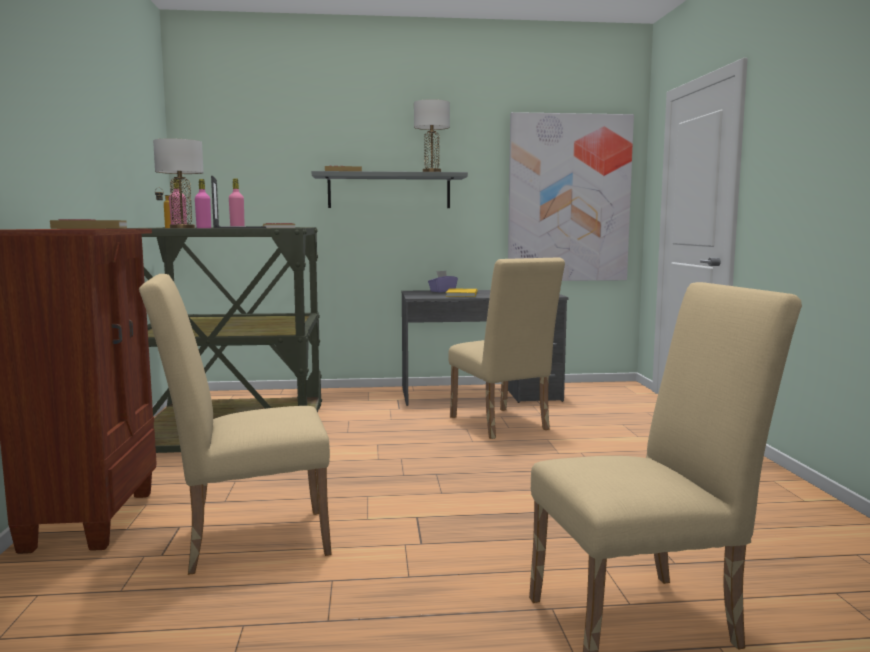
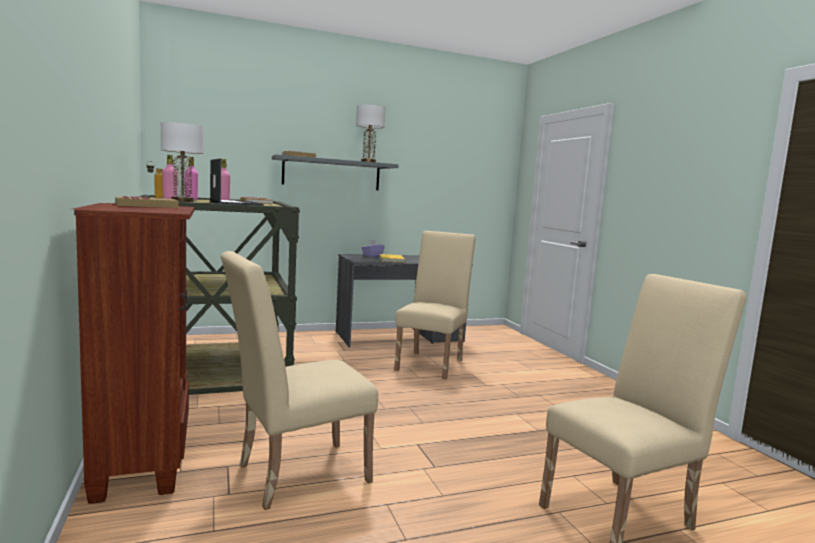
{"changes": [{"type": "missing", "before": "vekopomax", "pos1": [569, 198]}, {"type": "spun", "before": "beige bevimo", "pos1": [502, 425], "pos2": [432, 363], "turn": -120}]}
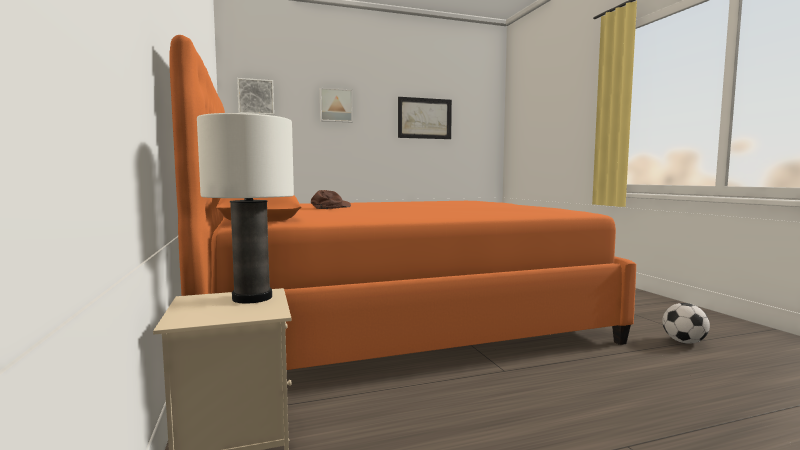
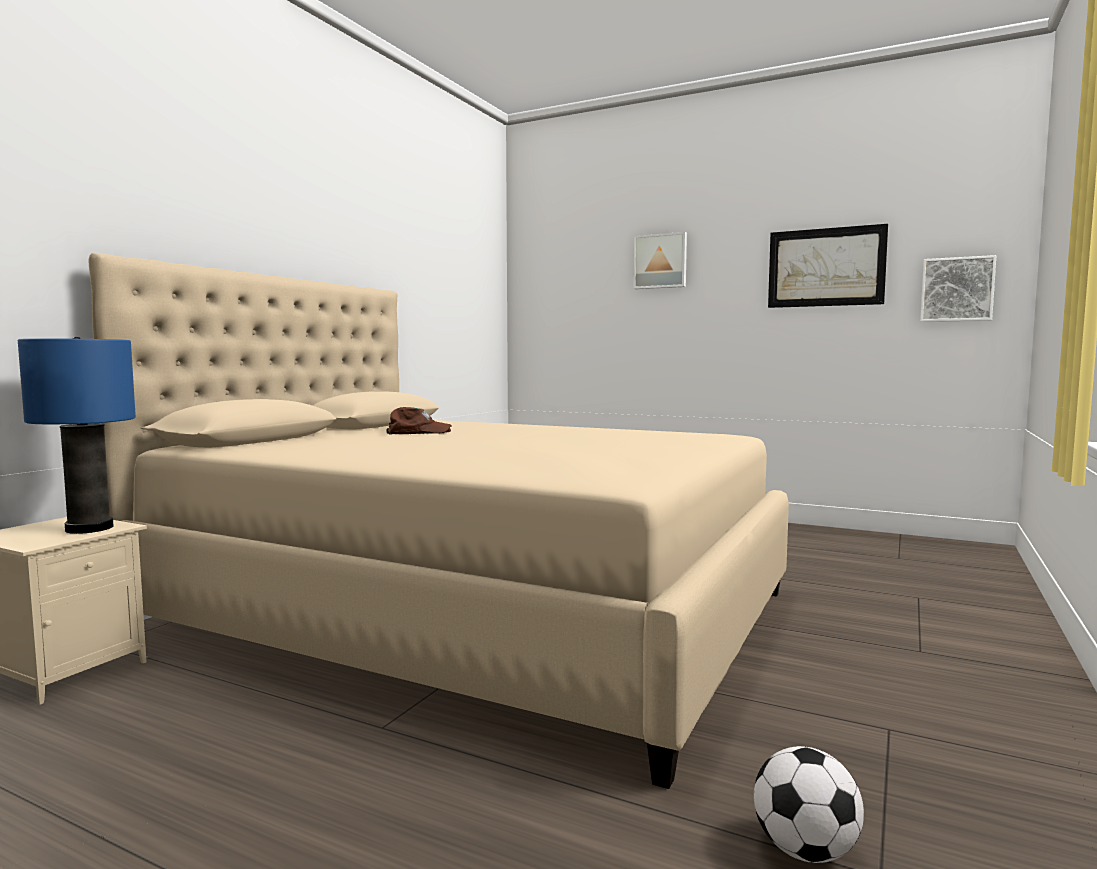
{"changes": [{"type": "relocated", "before": "vekopomax", "pos1": [255, 97], "pos2": [957, 289]}, {"type": "colour", "before": "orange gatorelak", "after": "beige gatorelak", "pos1": [393, 318], "pos2": [474, 611]}, {"type": "colour", "before": "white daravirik", "after": "blue daravirik", "pos1": [252, 298], "pos2": [89, 528]}]}
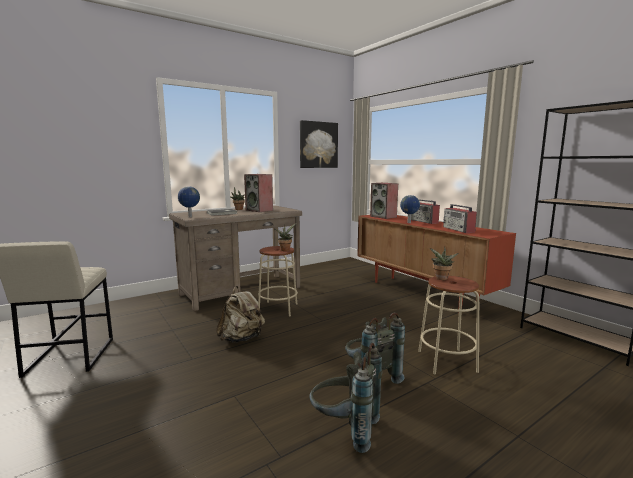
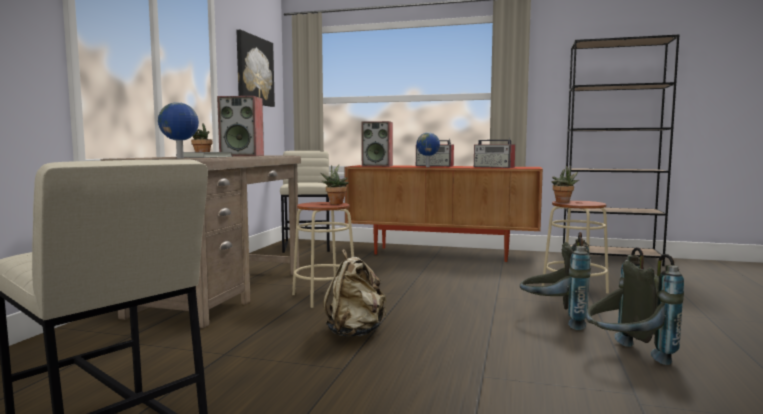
{"changes": [{"type": "appeared", "after": "beige bevimo", "pos2": [306, 246]}]}
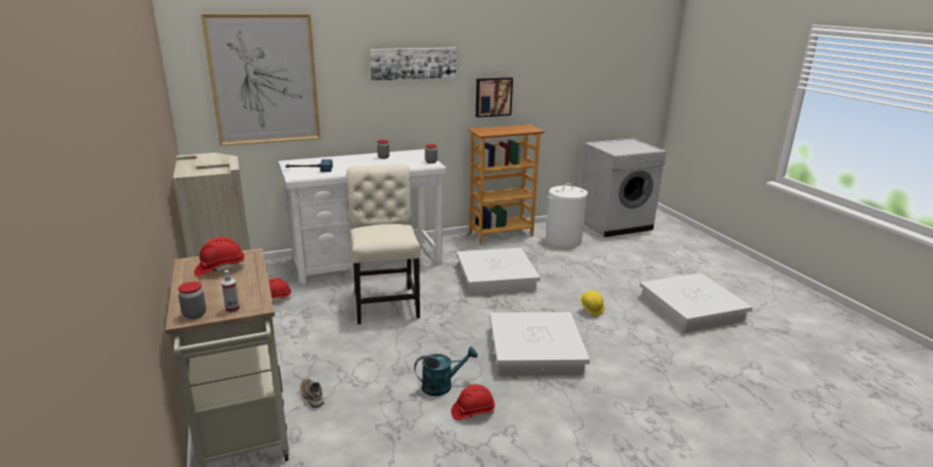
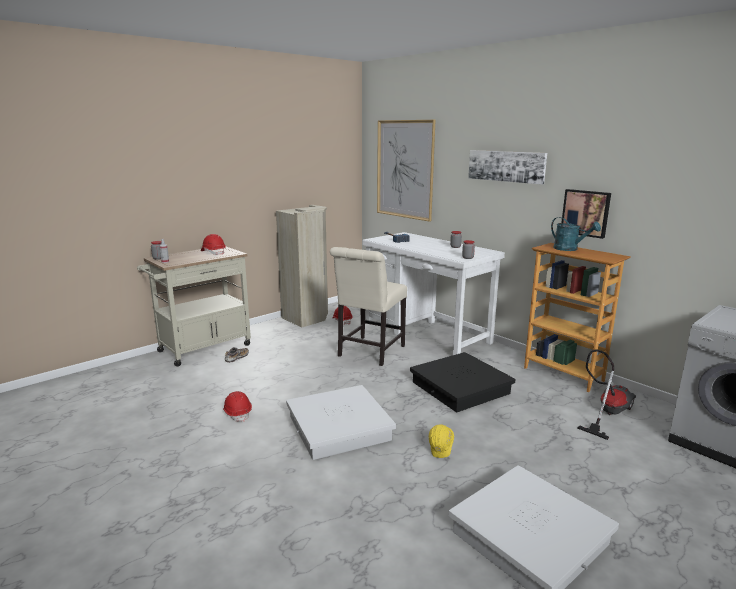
{"changes": [{"type": "relocated", "before": "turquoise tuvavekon", "pos1": [442, 385], "pos2": [569, 249]}, {"type": "exchanged", "before": "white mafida", "after": "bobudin", "pos1": [563, 241], "pos2": [606, 413]}, {"type": "colour", "before": "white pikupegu", "after": "black pikupegu", "pos1": [496, 277], "pos2": [460, 388]}, {"type": "spun", "before": "beige bevimo", "pos1": [386, 302], "pos2": [368, 353], "turn": 150}]}
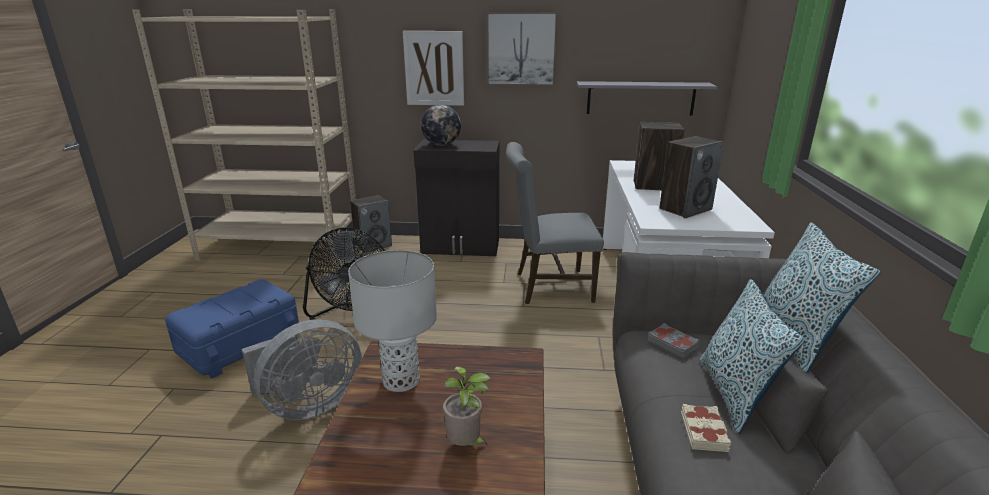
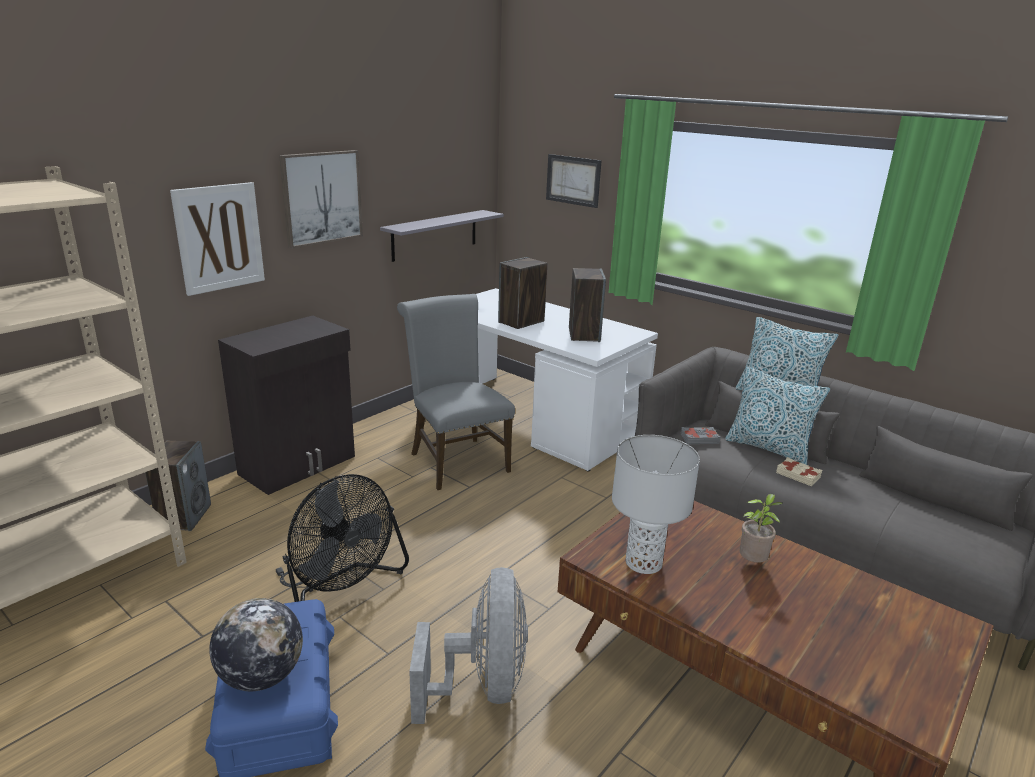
{"changes": [{"type": "appeared", "after": "vekopomax", "pos2": [573, 180]}, {"type": "relocated", "before": "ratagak", "pos1": [441, 145], "pos2": [261, 676]}, {"type": "spun", "before": "grey bevimo", "pos1": [548, 287], "pos2": [456, 460], "turn": 120}]}
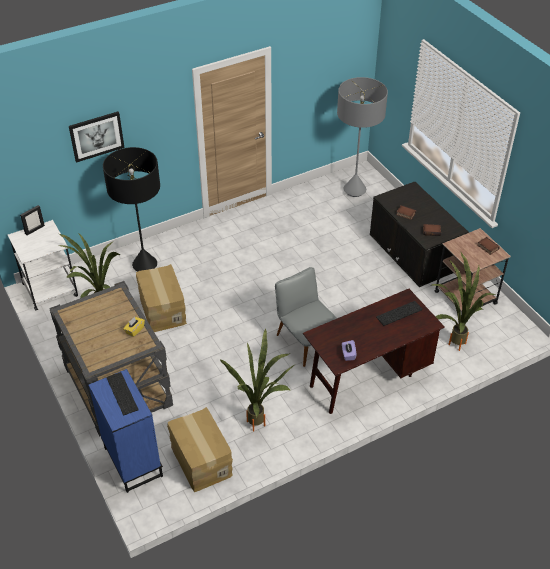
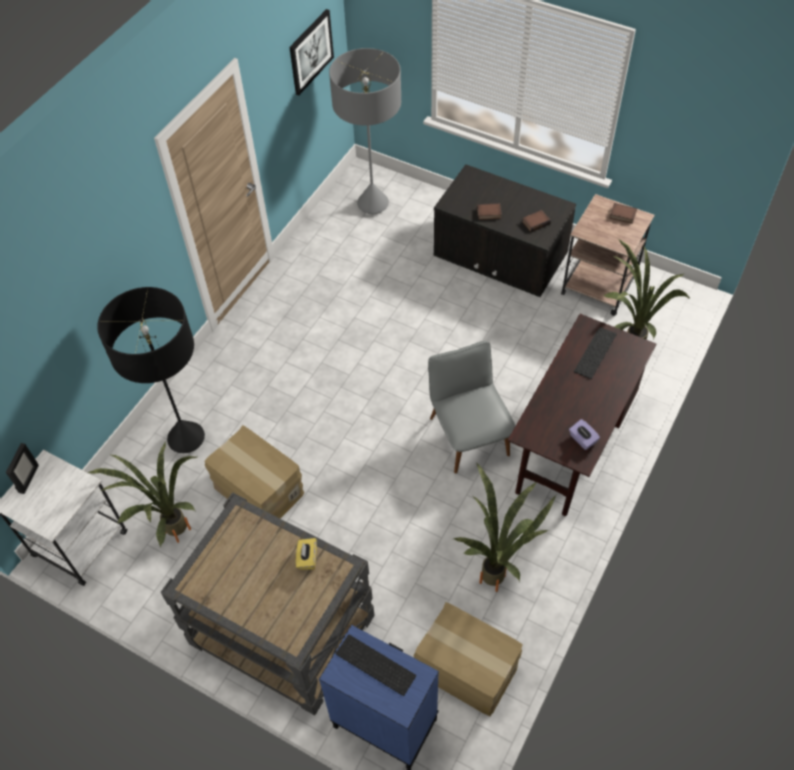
{"changes": [{"type": "relocated", "before": "vekopomax", "pos1": [96, 136], "pos2": [310, 52]}, {"type": "spun", "before": "grey bevimo", "pos1": [307, 342], "pos2": [469, 436], "turn": 45}]}
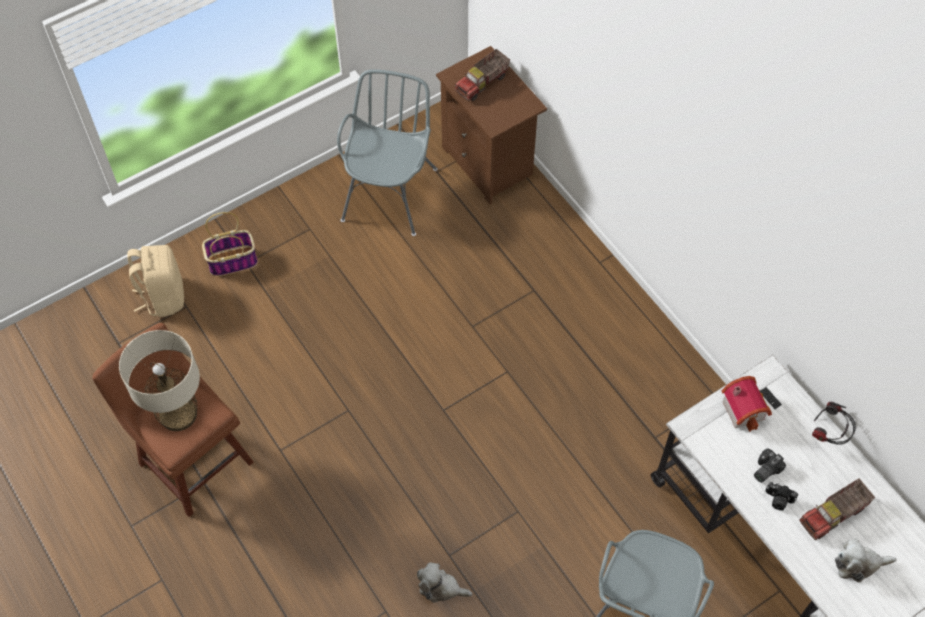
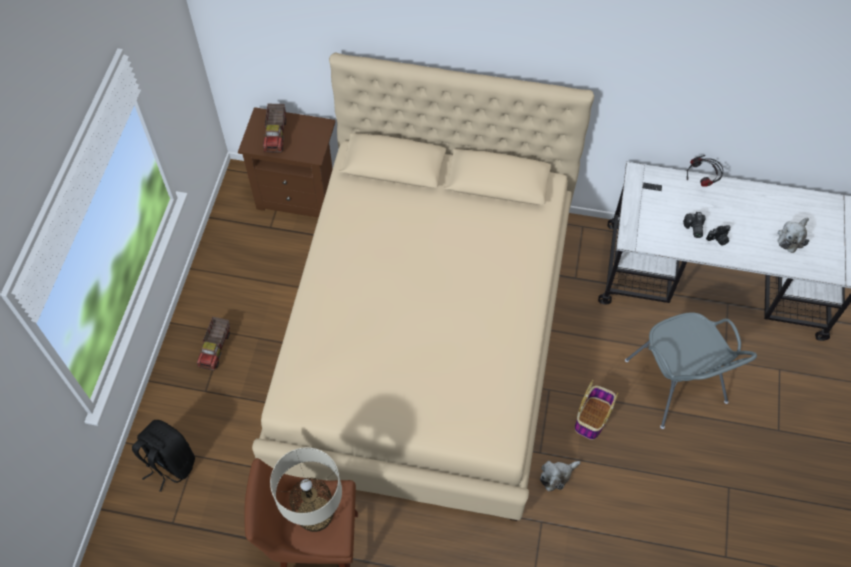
{"changes": [{"type": "missing", "before": "grey bevimo", "pos1": [390, 190]}, {"type": "missing", "before": "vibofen", "pos1": [745, 408]}, {"type": "appeared", "after": "beige gatorelak", "pos2": [426, 336]}, {"type": "relocated", "before": "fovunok", "pos1": [233, 261], "pos2": [592, 417]}, {"type": "relocated", "before": "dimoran", "pos1": [833, 515], "pos2": [216, 348]}, {"type": "colour", "before": "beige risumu", "after": "black risumu", "pos1": [163, 296], "pos2": [170, 463]}]}
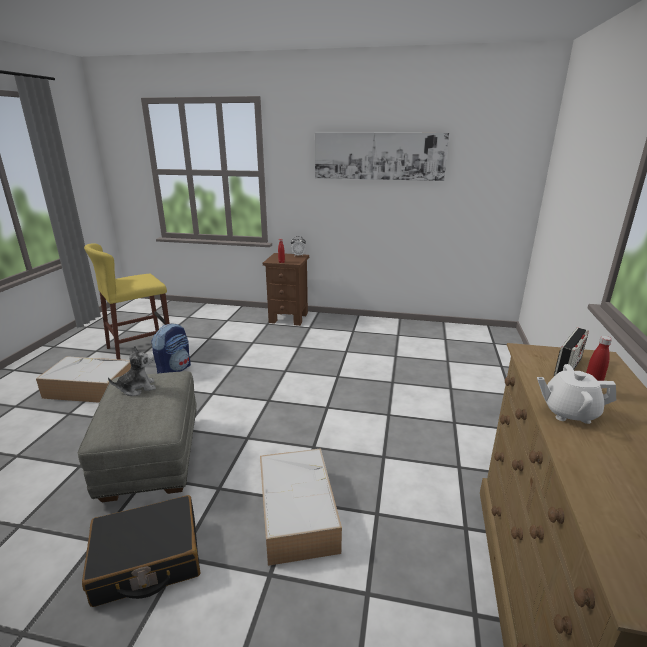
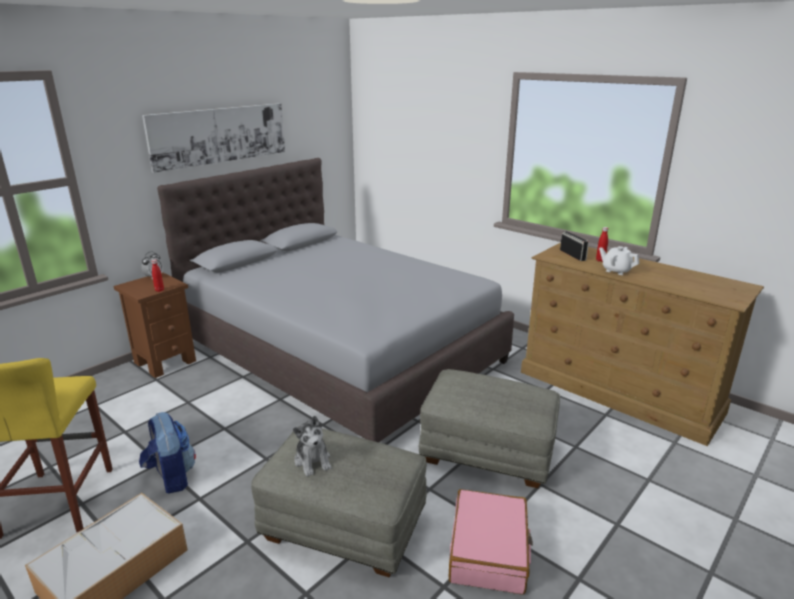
{"changes": [{"type": "appeared", "after": "grey gatorelak", "pos2": [340, 351]}, {"type": "exchanged", "before": "pikupegu", "after": "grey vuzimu", "pos1": [296, 511], "pos2": [487, 453]}, {"type": "colour", "before": "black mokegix", "after": "pink mokegix", "pos1": [147, 560], "pos2": [489, 551]}, {"type": "spun", "before": "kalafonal", "pos1": [137, 388], "pos2": [313, 460], "turn": 150}, {"type": "spun", "before": "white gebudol", "pos1": [568, 412], "pos2": [616, 270], "turn": 90}]}
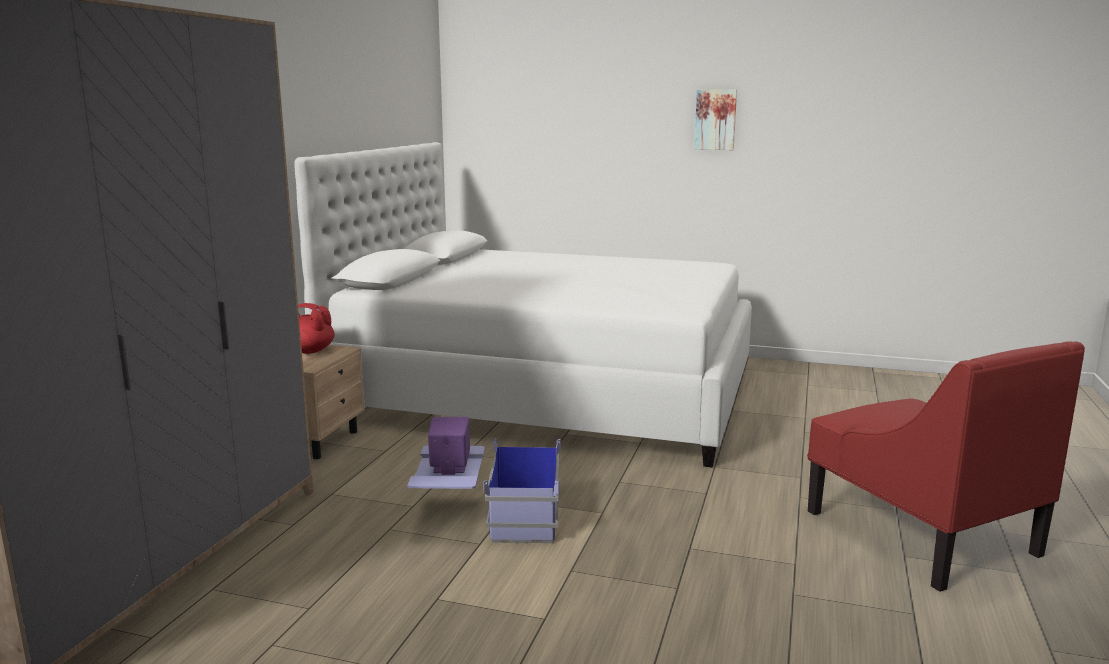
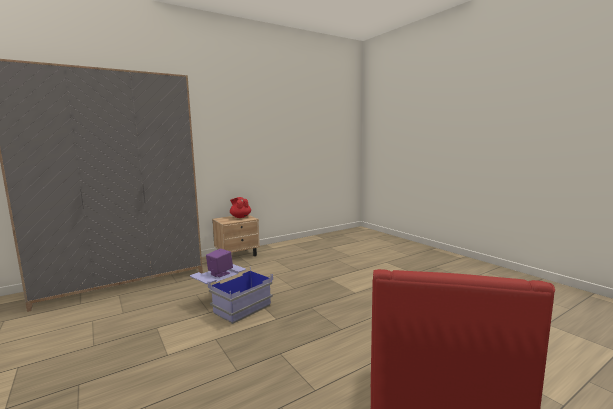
{"changes": [{"type": "missing", "before": "white gatorelak", "pos1": [547, 391]}, {"type": "missing", "before": "vekopomax", "pos1": [715, 119]}]}
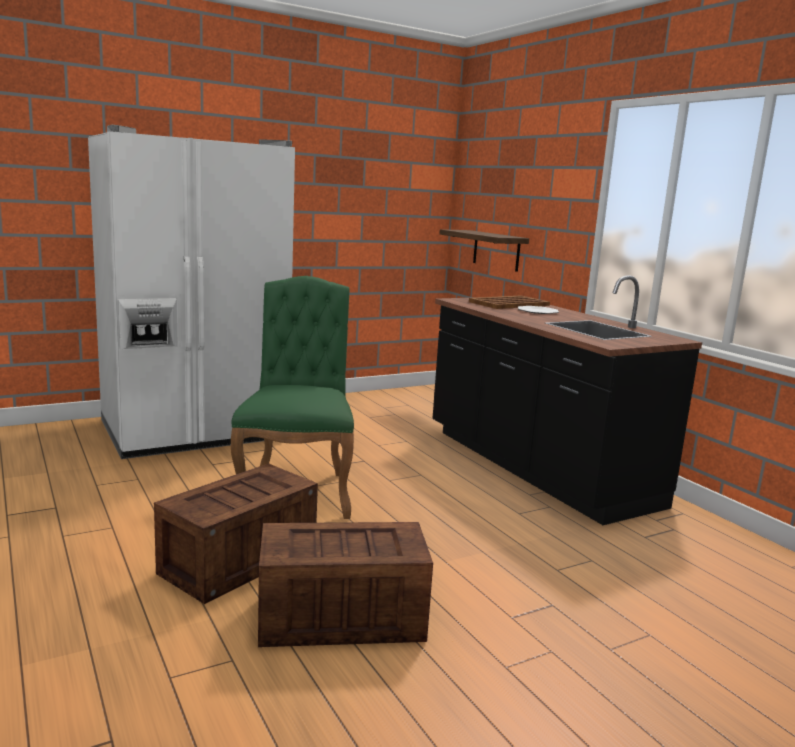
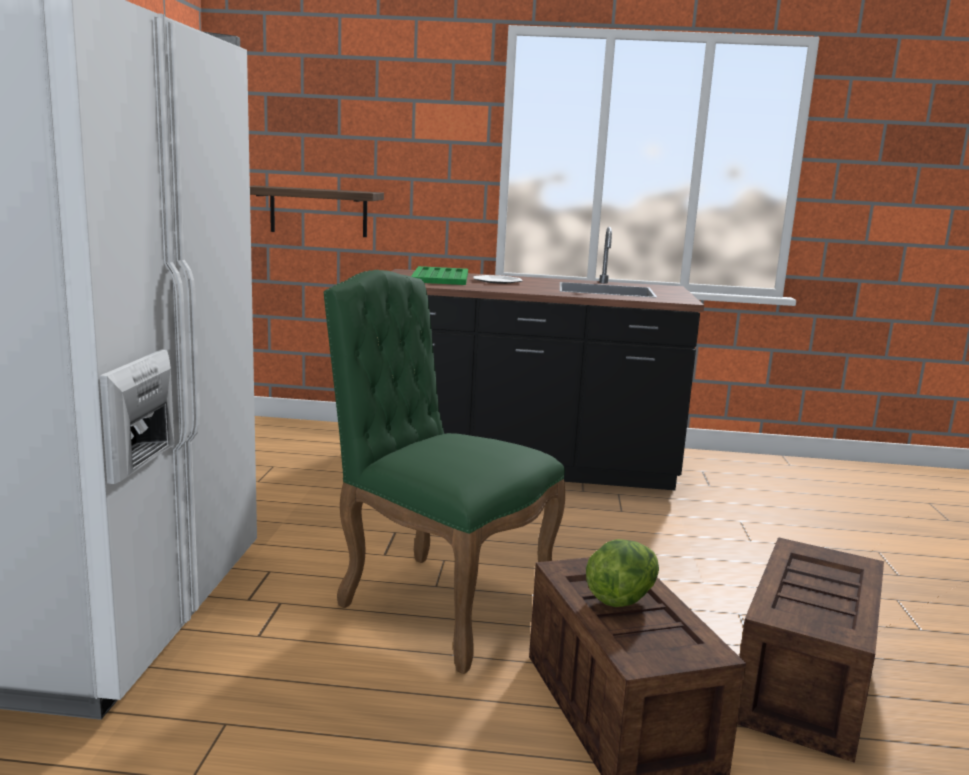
{"changes": [{"type": "appeared", "after": "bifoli", "pos2": [622, 597]}, {"type": "colour", "before": "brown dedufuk", "after": "green dedufuk", "pos1": [510, 303], "pos2": [441, 277]}]}
